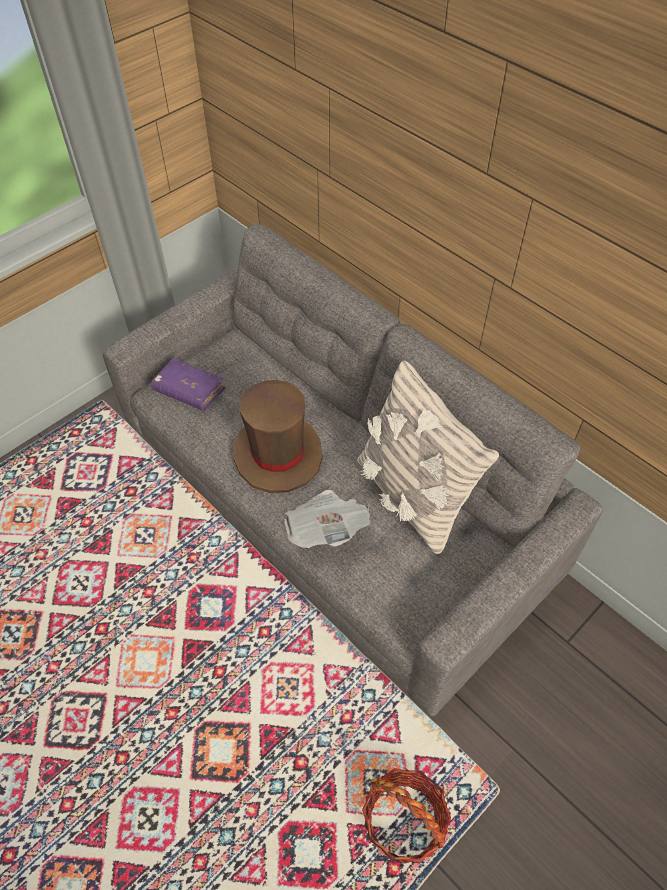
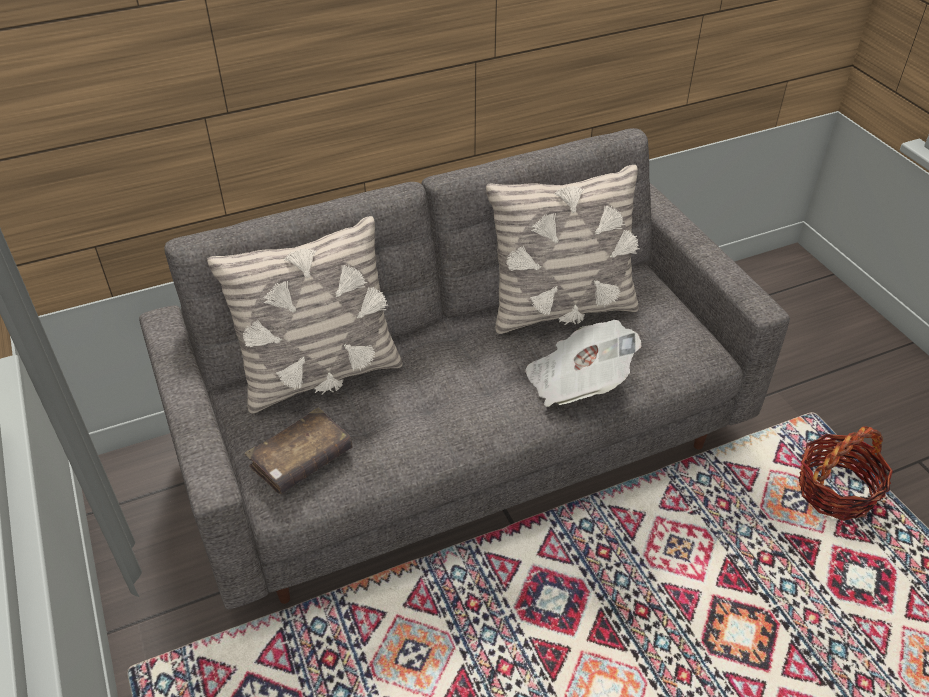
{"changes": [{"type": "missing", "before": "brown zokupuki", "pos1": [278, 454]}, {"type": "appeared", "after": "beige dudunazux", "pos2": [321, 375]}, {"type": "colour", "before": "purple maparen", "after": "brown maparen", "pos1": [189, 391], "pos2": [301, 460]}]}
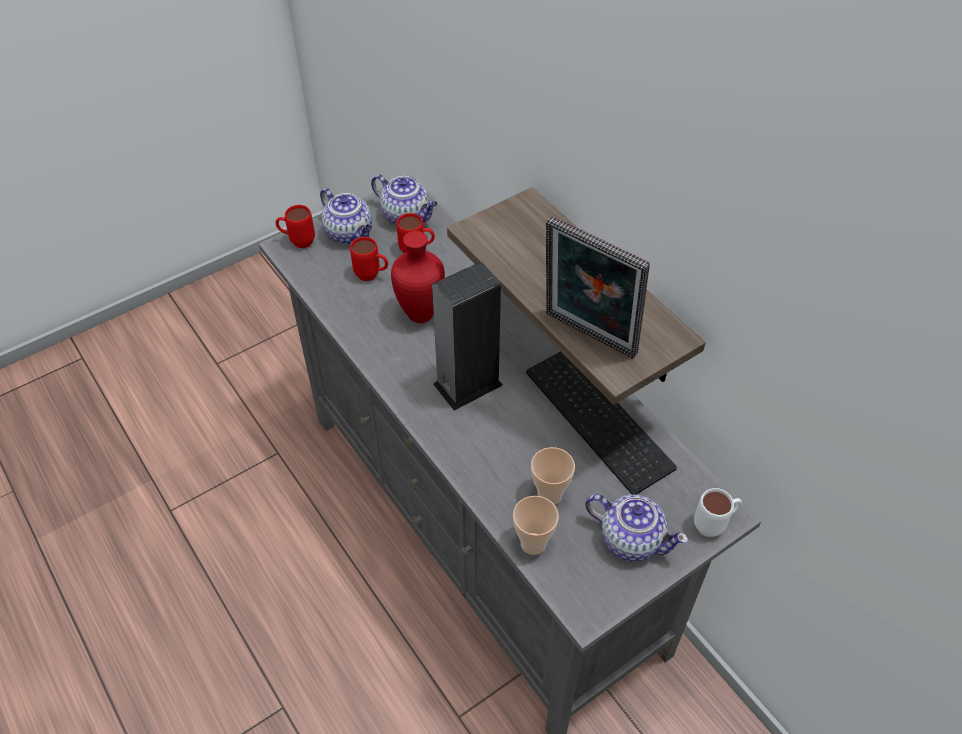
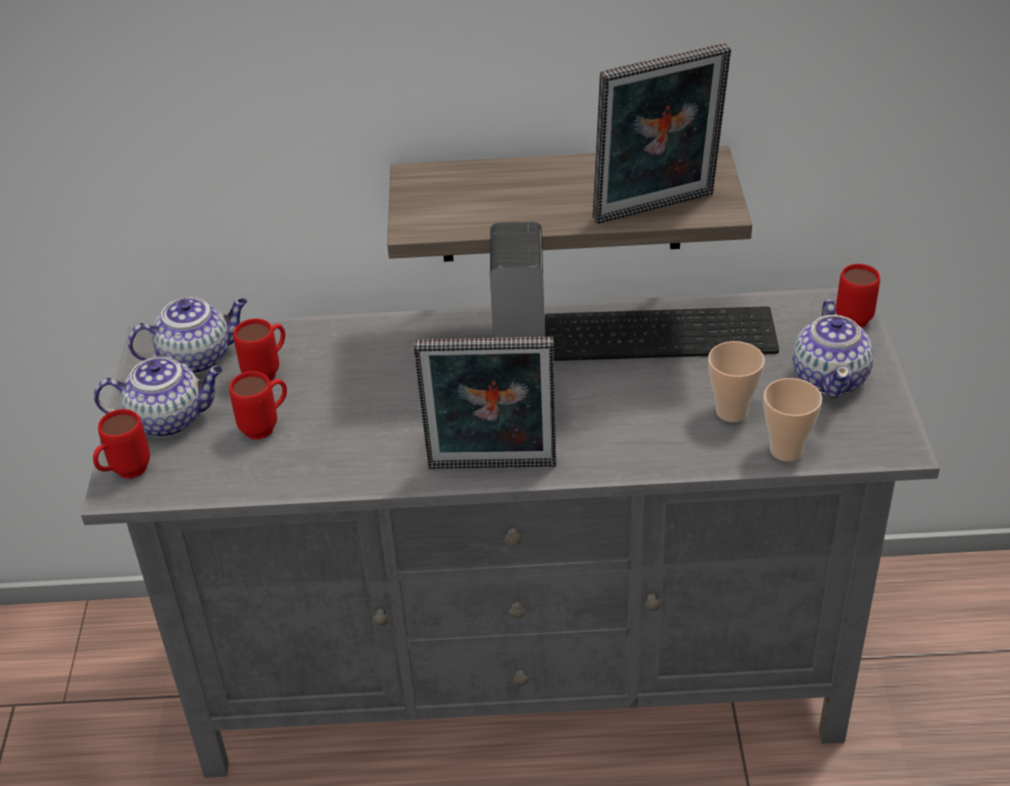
{"changes": [{"type": "missing", "before": "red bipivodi", "pos1": [421, 313]}, {"type": "appeared", "after": "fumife", "pos2": [492, 469]}, {"type": "colour", "before": "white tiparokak", "after": "red tiparokak", "pos1": [714, 525], "pos2": [854, 316]}, {"type": "spun", "before": "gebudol", "pos1": [630, 538], "pos2": [830, 378], "turn": 120}]}
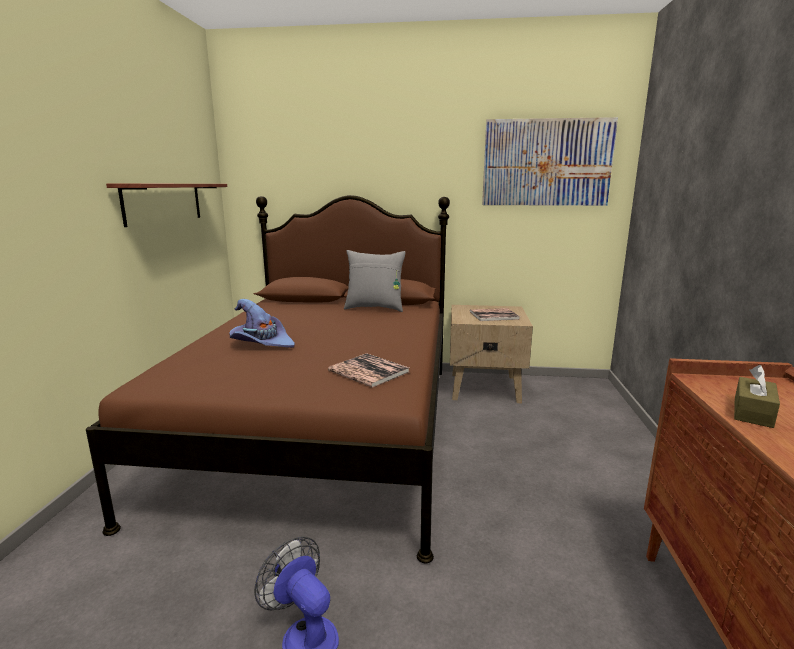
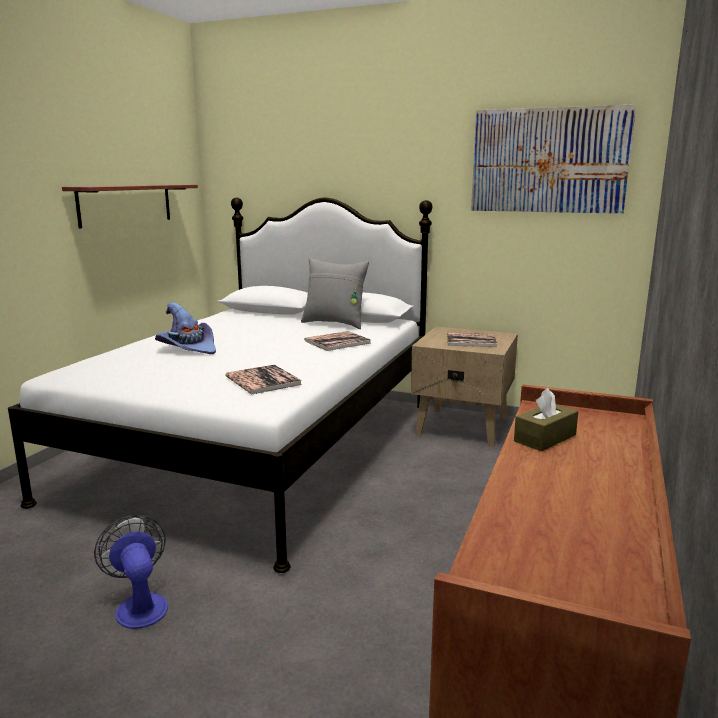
{"changes": [{"type": "appeared", "after": "maparen", "pos2": [337, 342]}, {"type": "colour", "before": "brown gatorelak", "after": "white gatorelak", "pos1": [324, 429], "pos2": [260, 448]}]}
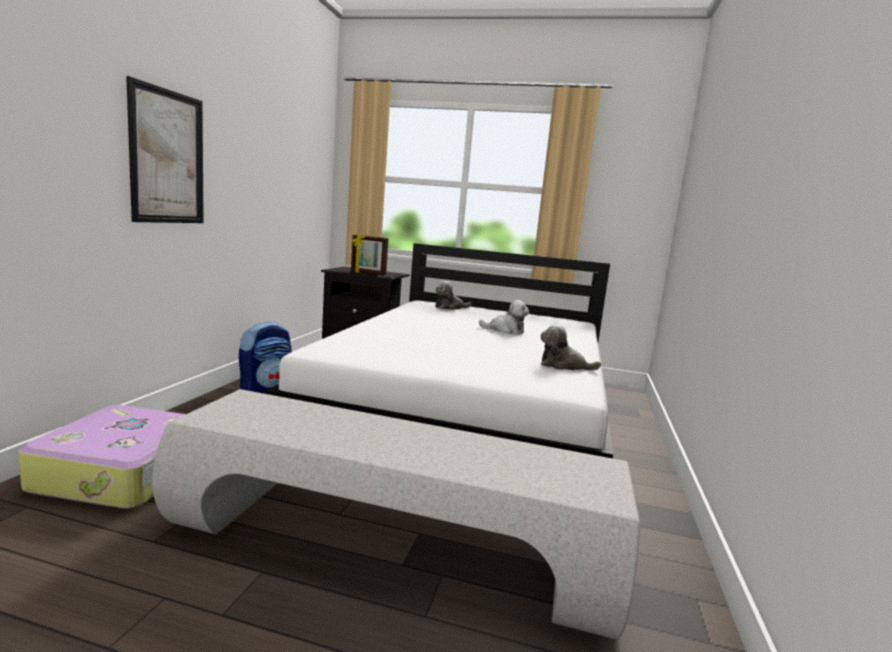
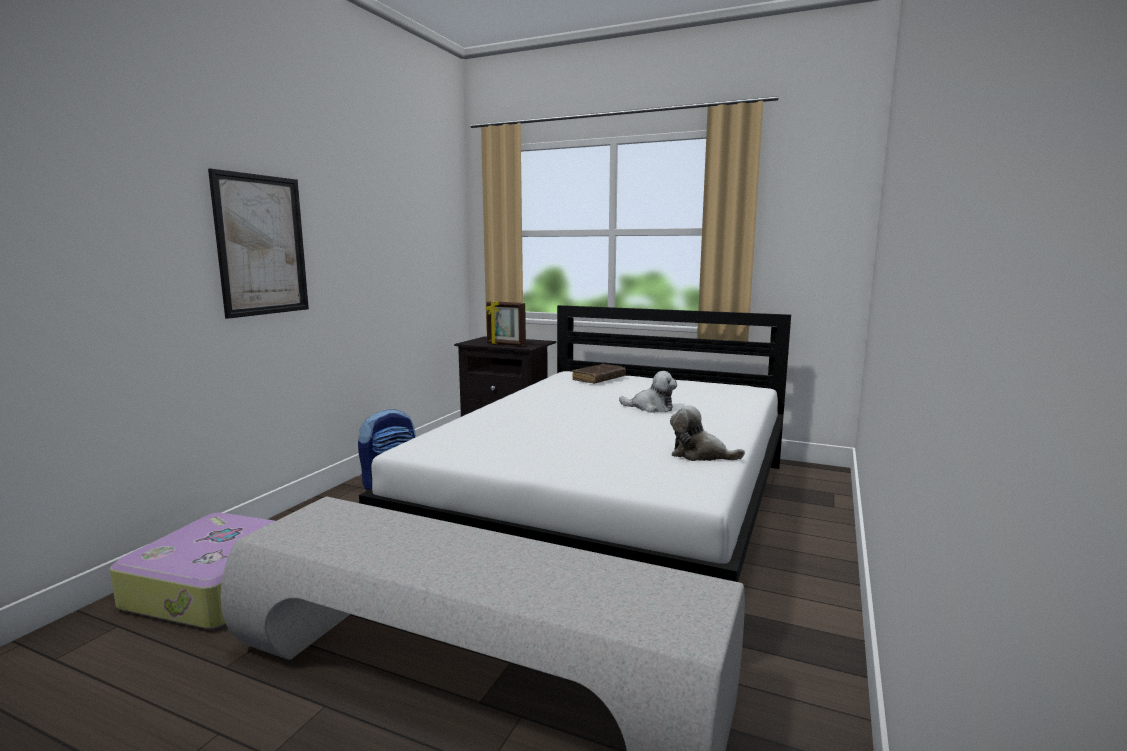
{"changes": [{"type": "exchanged", "before": "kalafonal", "after": "brown maparen", "pos1": [450, 308], "pos2": [599, 379]}]}
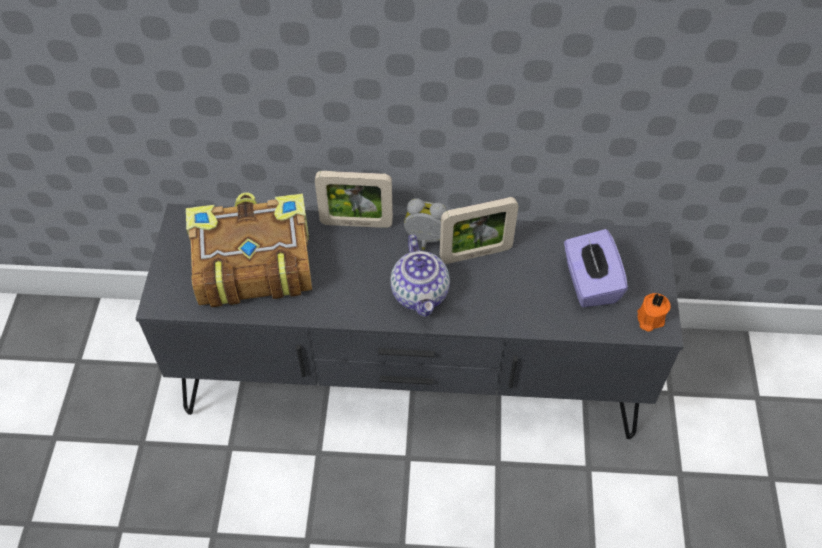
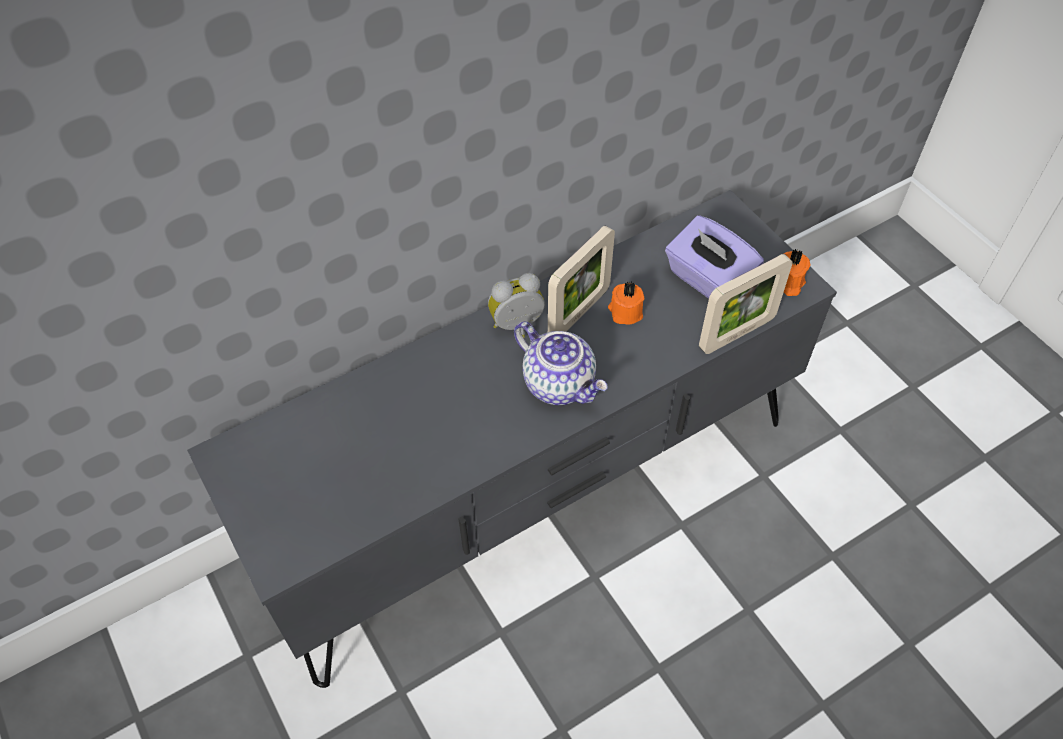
{"changes": [{"type": "missing", "before": "maparen", "pos1": [251, 262]}, {"type": "appeared", "after": "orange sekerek", "pos2": [625, 312]}, {"type": "relocated", "before": "fumife", "pos1": [356, 223], "pos2": [736, 334]}]}
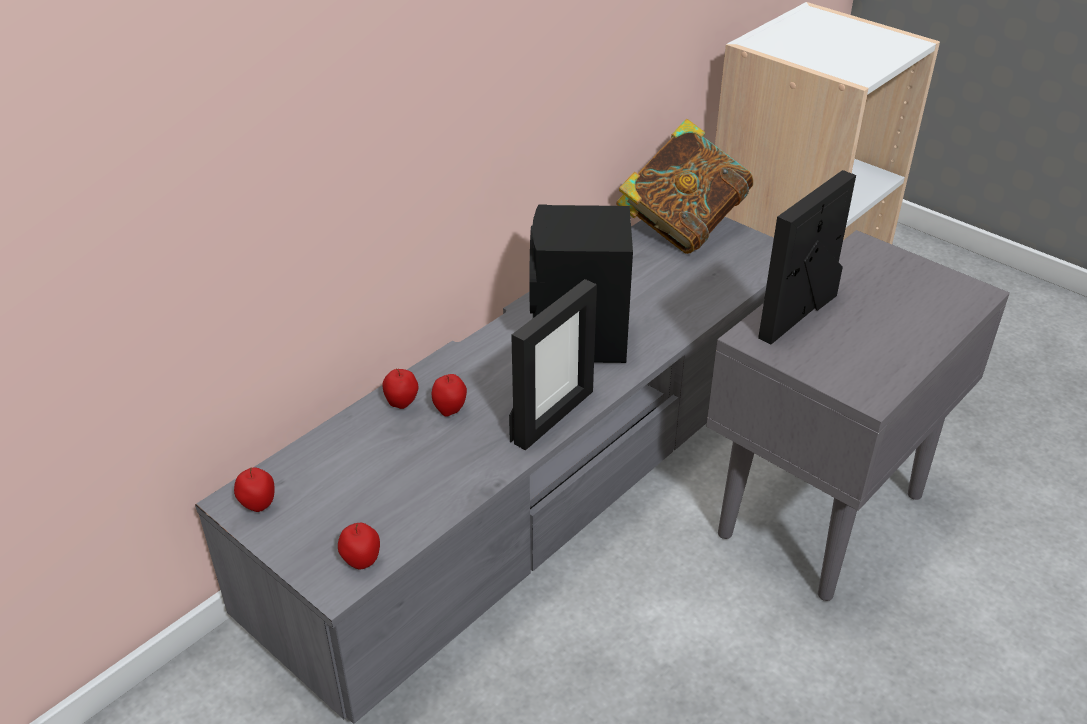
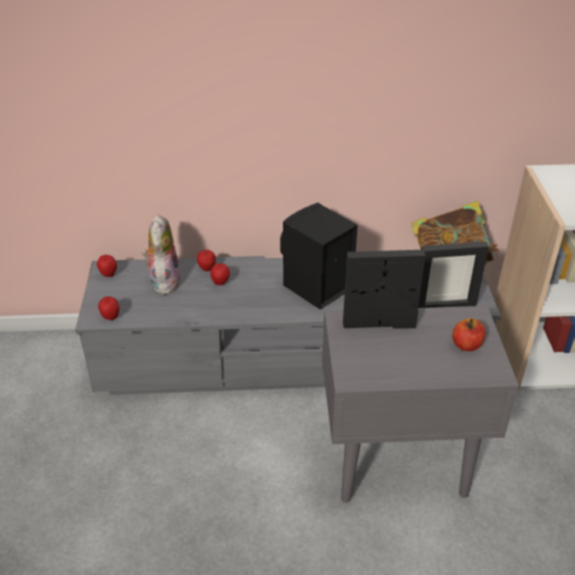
{"changes": [{"type": "appeared", "after": "kalafonal", "pos2": [164, 281]}, {"type": "appeared", "after": "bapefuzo", "pos2": [466, 345]}, {"type": "relocated", "before": "fumife", "pos1": [552, 416], "pos2": [444, 307]}]}
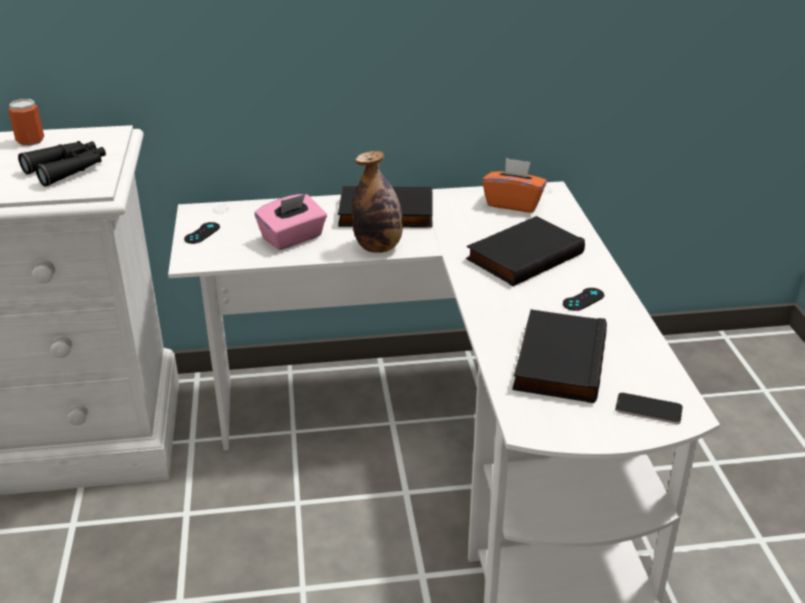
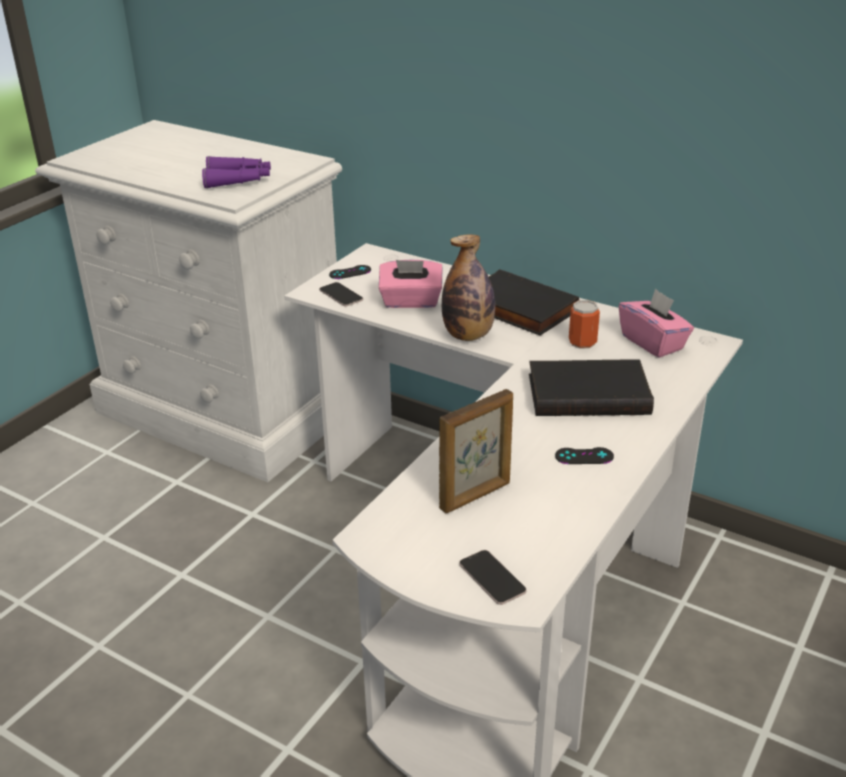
{"changes": [{"type": "appeared", "after": "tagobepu", "pos2": [341, 295]}, {"type": "relocated", "before": "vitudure", "pos1": [30, 141], "pos2": [582, 342]}, {"type": "exchanged", "before": "black maparen", "after": "fumife", "pos1": [557, 360], "pos2": [476, 496]}, {"type": "colour", "before": "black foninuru", "after": "purple foninuru", "pos1": [68, 169], "pos2": [238, 180]}, {"type": "colour", "before": "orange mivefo", "after": "pink mivefo", "pos1": [513, 204], "pos2": [653, 342]}]}
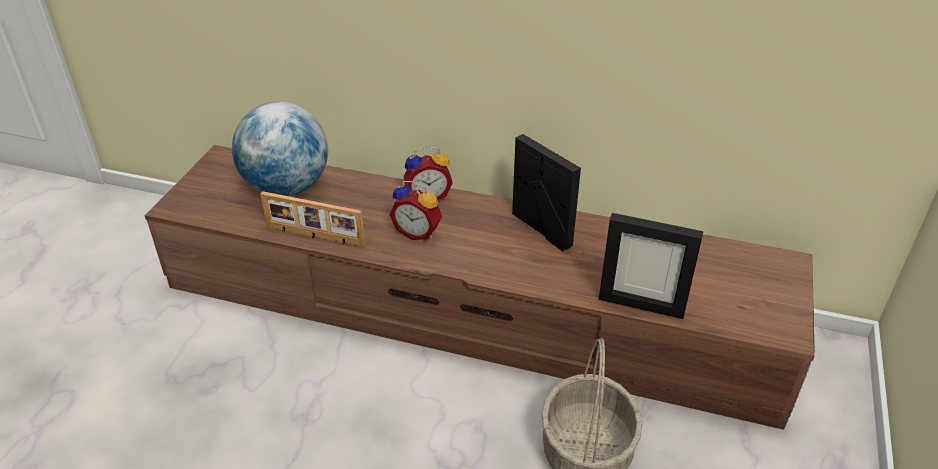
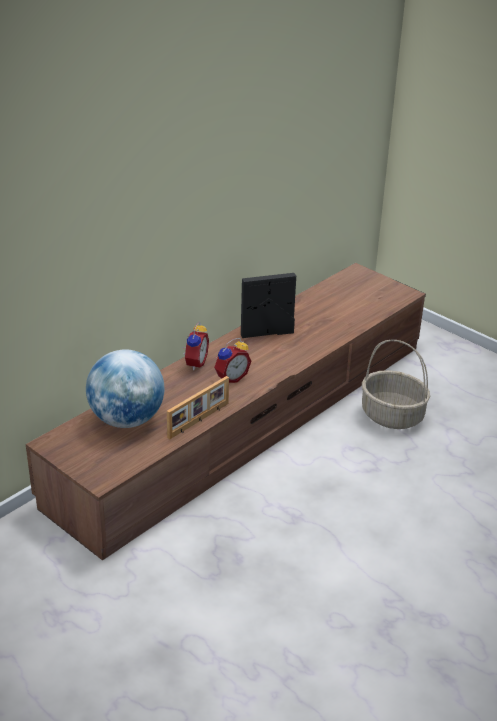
{"changes": [{"type": "missing", "before": "fumife", "pos1": [641, 304]}]}
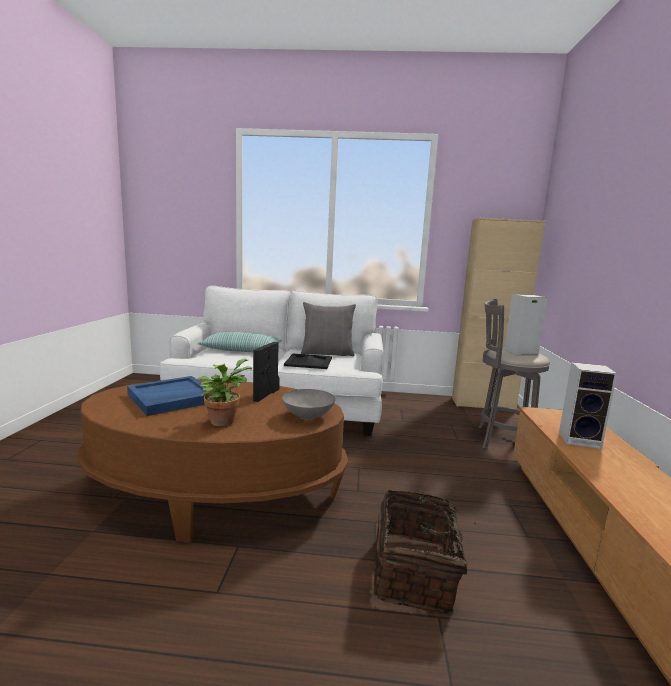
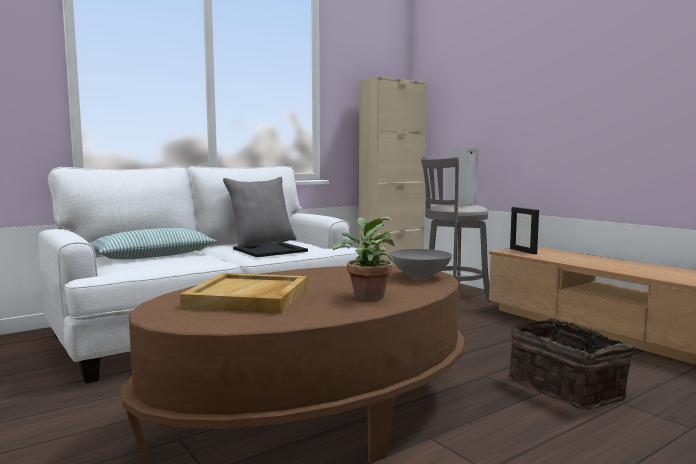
{"changes": [{"type": "missing", "before": "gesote", "pos1": [580, 440]}, {"type": "relocated", "before": "fumife", "pos1": [266, 395], "pos2": [523, 251]}, {"type": "colour", "before": "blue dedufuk", "after": "beige dedufuk", "pos1": [171, 398], "pos2": [249, 298]}]}
